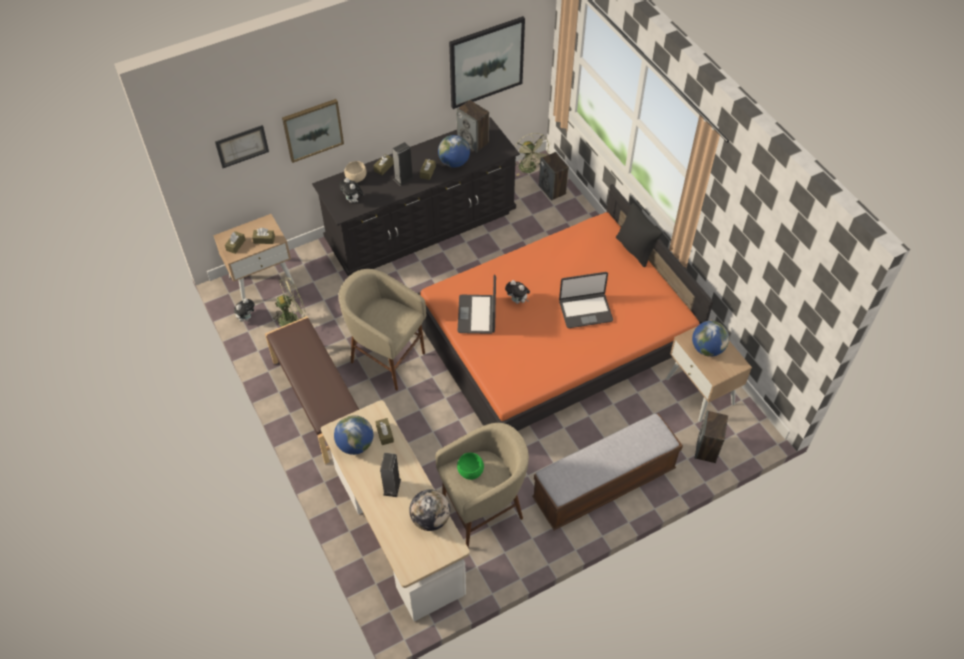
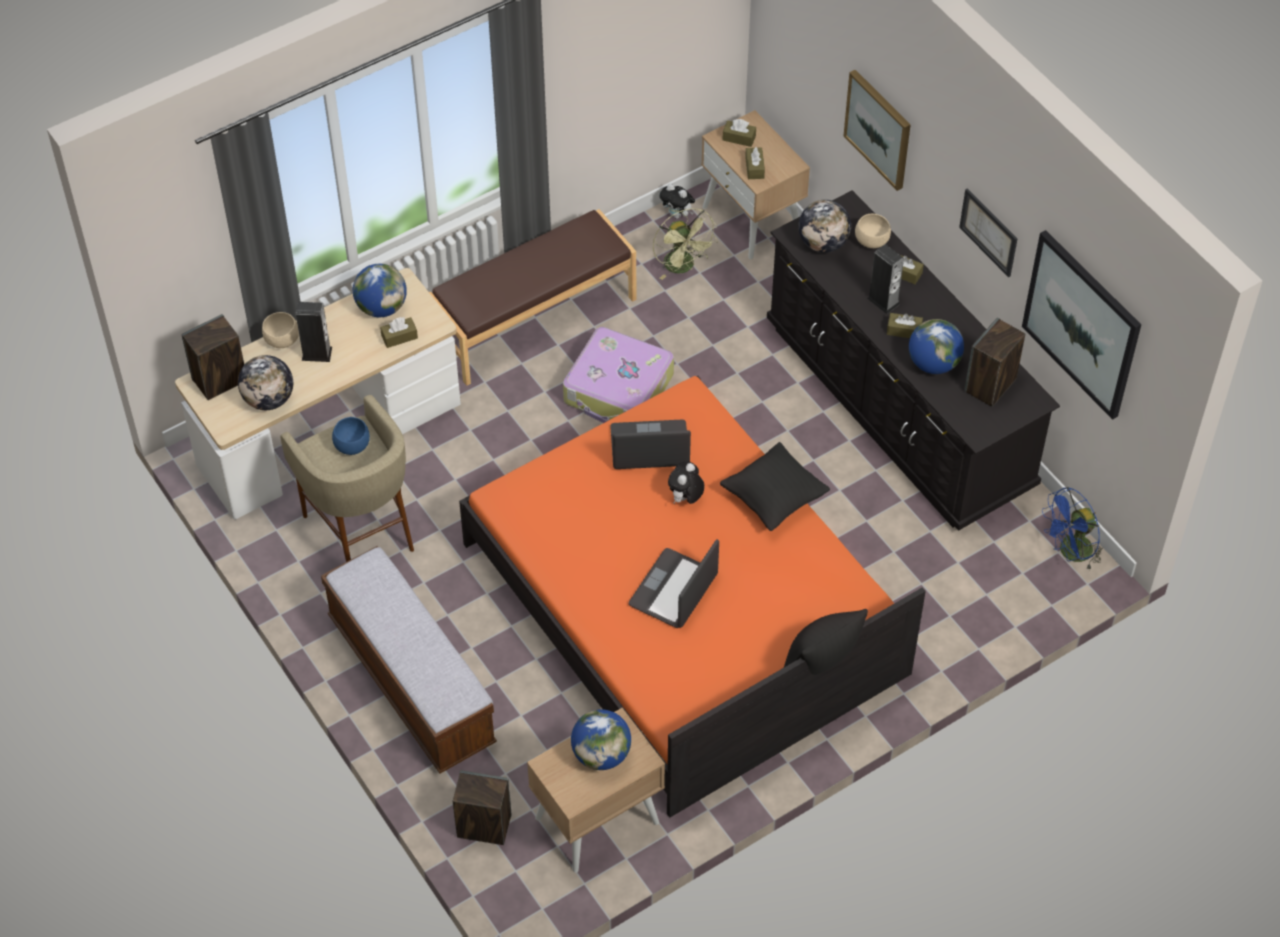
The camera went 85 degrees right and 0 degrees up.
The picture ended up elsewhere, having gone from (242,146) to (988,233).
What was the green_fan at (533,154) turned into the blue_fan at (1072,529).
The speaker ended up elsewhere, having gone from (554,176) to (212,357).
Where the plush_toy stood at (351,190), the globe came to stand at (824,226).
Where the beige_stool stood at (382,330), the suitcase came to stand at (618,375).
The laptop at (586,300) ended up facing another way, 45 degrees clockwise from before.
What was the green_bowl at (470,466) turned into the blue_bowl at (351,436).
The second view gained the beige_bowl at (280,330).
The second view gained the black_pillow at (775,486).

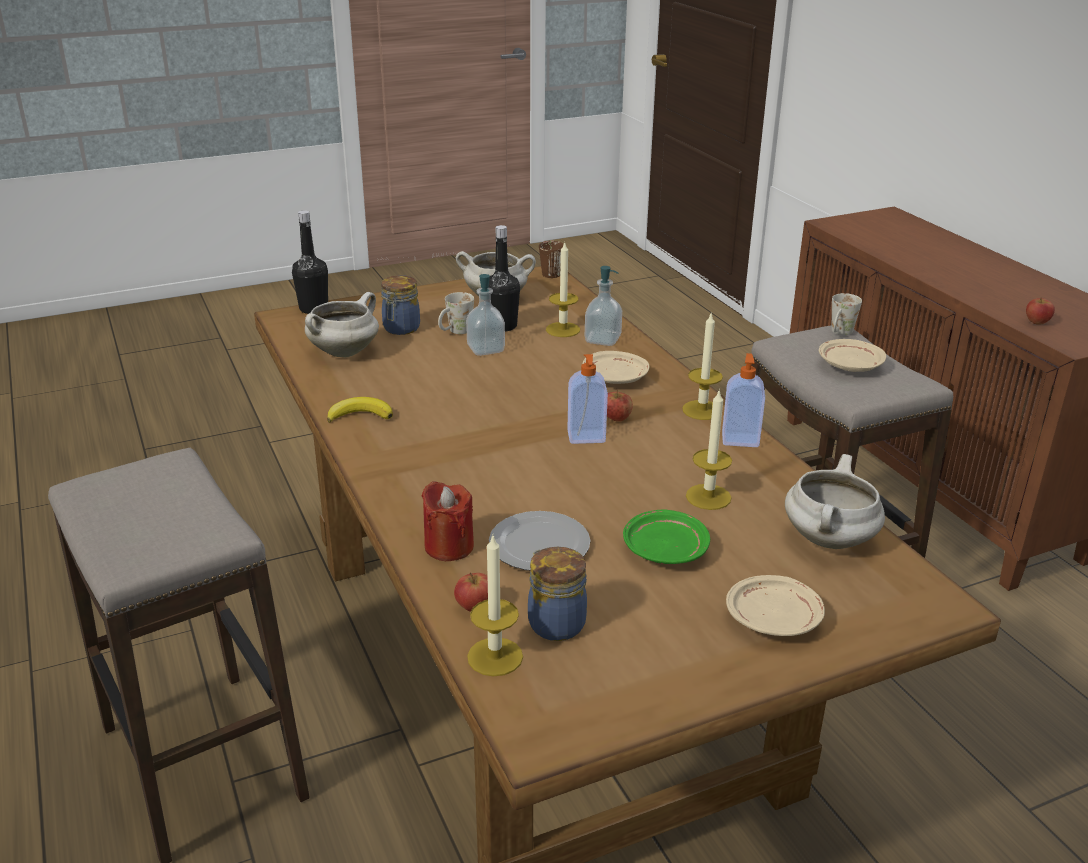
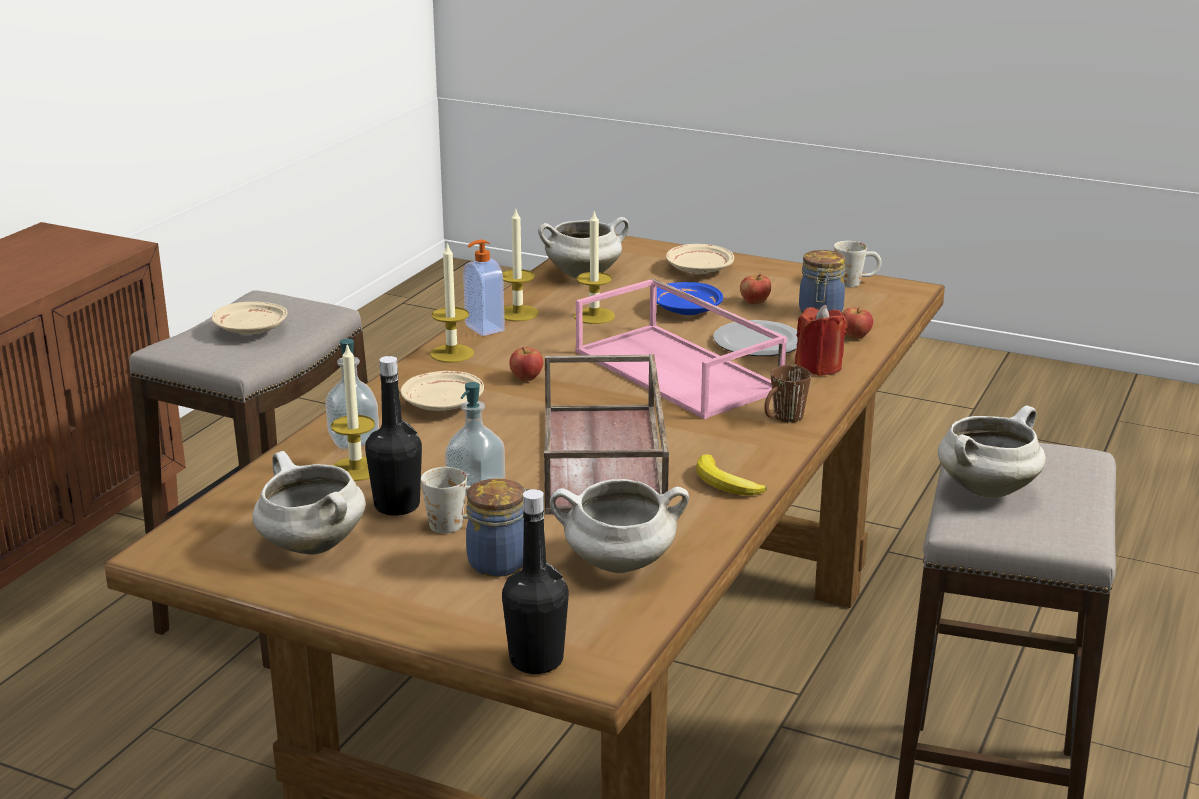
The camera went 130 degrees left and 5 degrees down.
The brown_mug ended up elsewhere, having gone from (551,259) to (787,393).
The white_mug ended up elsewhere, having gone from (847,314) to (858,264).
The apple ended up elsewhere, having gone from (1040,311) to (755,288).
The second view lost the soap_dispenser at (587,399).
What was the green_plate at (666,537) turned into the blue_plate at (690,298).
The candle ended up elsewhere, having gone from (495,606) to (520,264).
The second view gained the pink_tray at (681,349).
The second view gained the brown_tray at (606,434).
The second view gained the white_cooking_pot at (992,451).

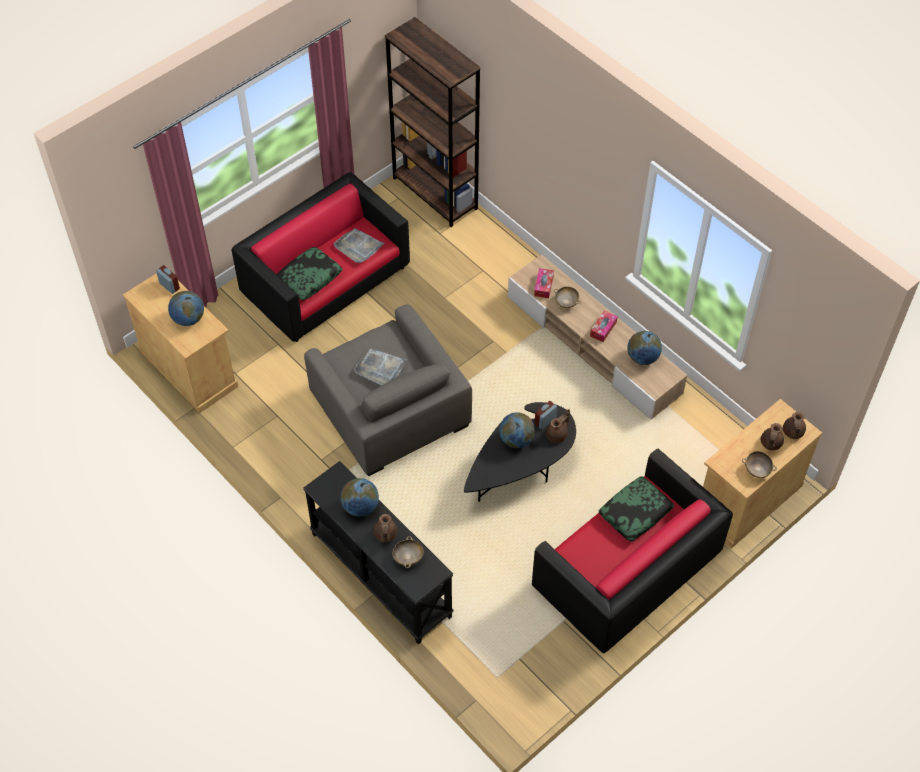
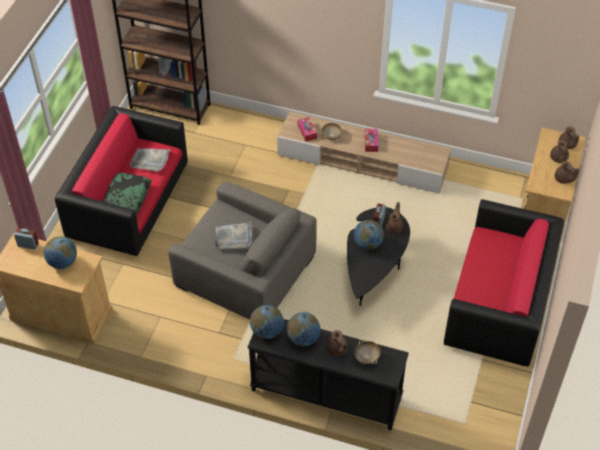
The camera went 30 degrees left and 5 degrees down.
The globe ended up elsewhere, having gone from (644,348) to (267,322).
Where the beige_bowl stood at (759,464), the brown_teapot came to stand at (567,172).
The second view lost the pillow at (636,509).

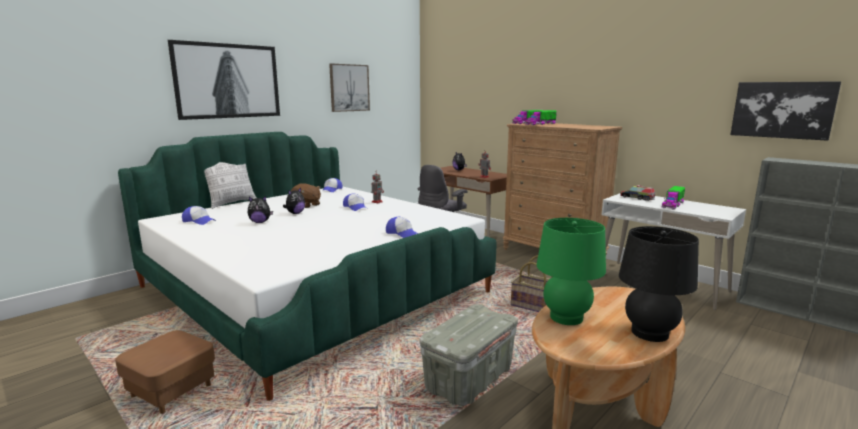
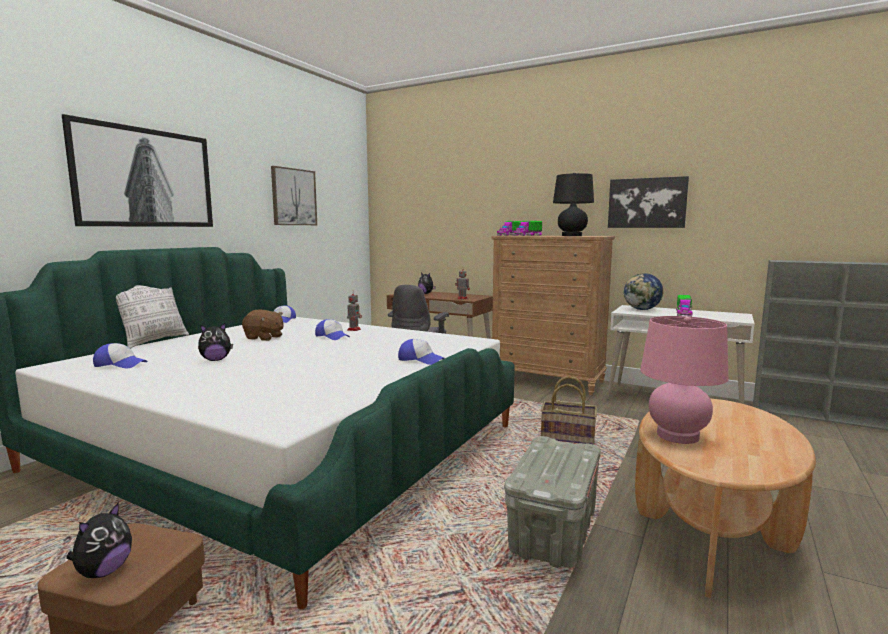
The camera went 15 degrees left and 5 degrees down.
The picture ended up elsewhere, having gone from (786,111) to (648,202).
Where the toy_truck stood at (637,193), the globe came to stand at (643,291).
The plush_toy ended up elsewhere, having gone from (294,201) to (99,540).
What was the green_table_lamp at (571,271) turned into the pink_table_lamp at (684,380).
The black_table_lamp ended up elsewhere, having gone from (659,284) to (573,204).

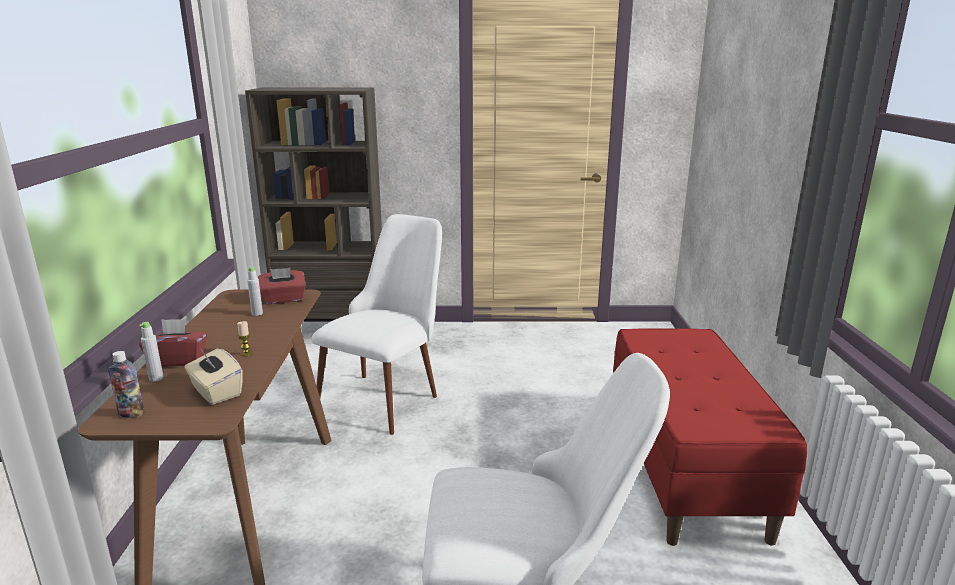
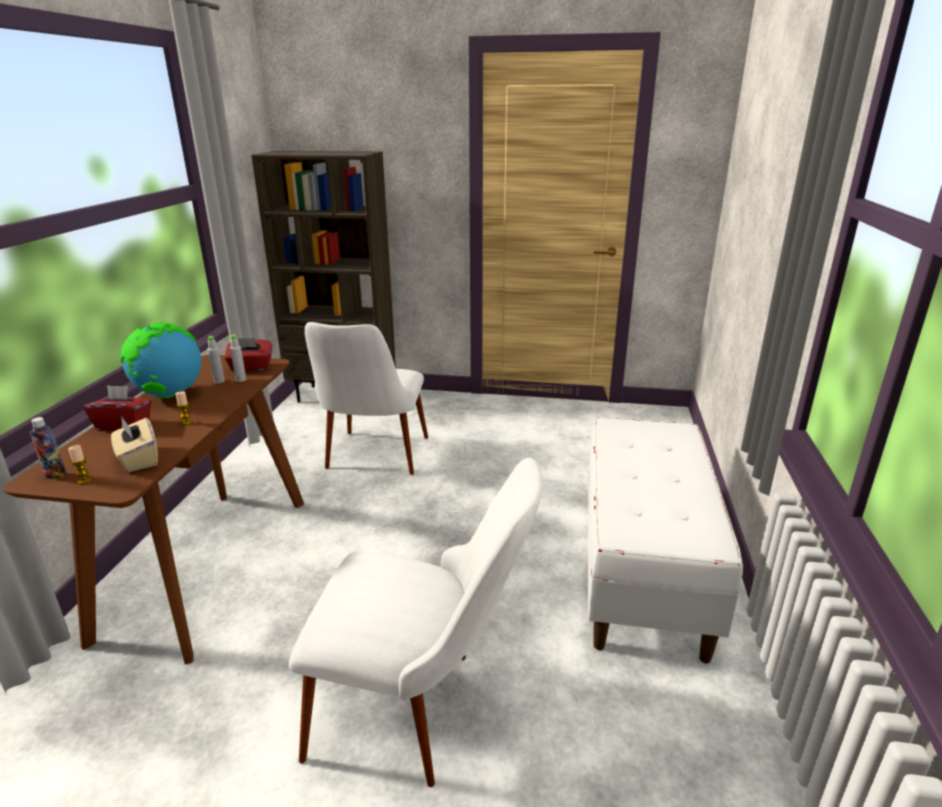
The camera went 10 degrees right and 5 degrees up.
The white_chair at (376,324) ended up facing another way, 150 degrees clockwise from before.
The grey_bottle ended up elsewhere, having gone from (151,352) to (237,358).
What was the red_bench at (710,437) turned into the white_bench at (665,540).
The second view gained the globe at (161,360).
The second view gained the candle at (80,464).

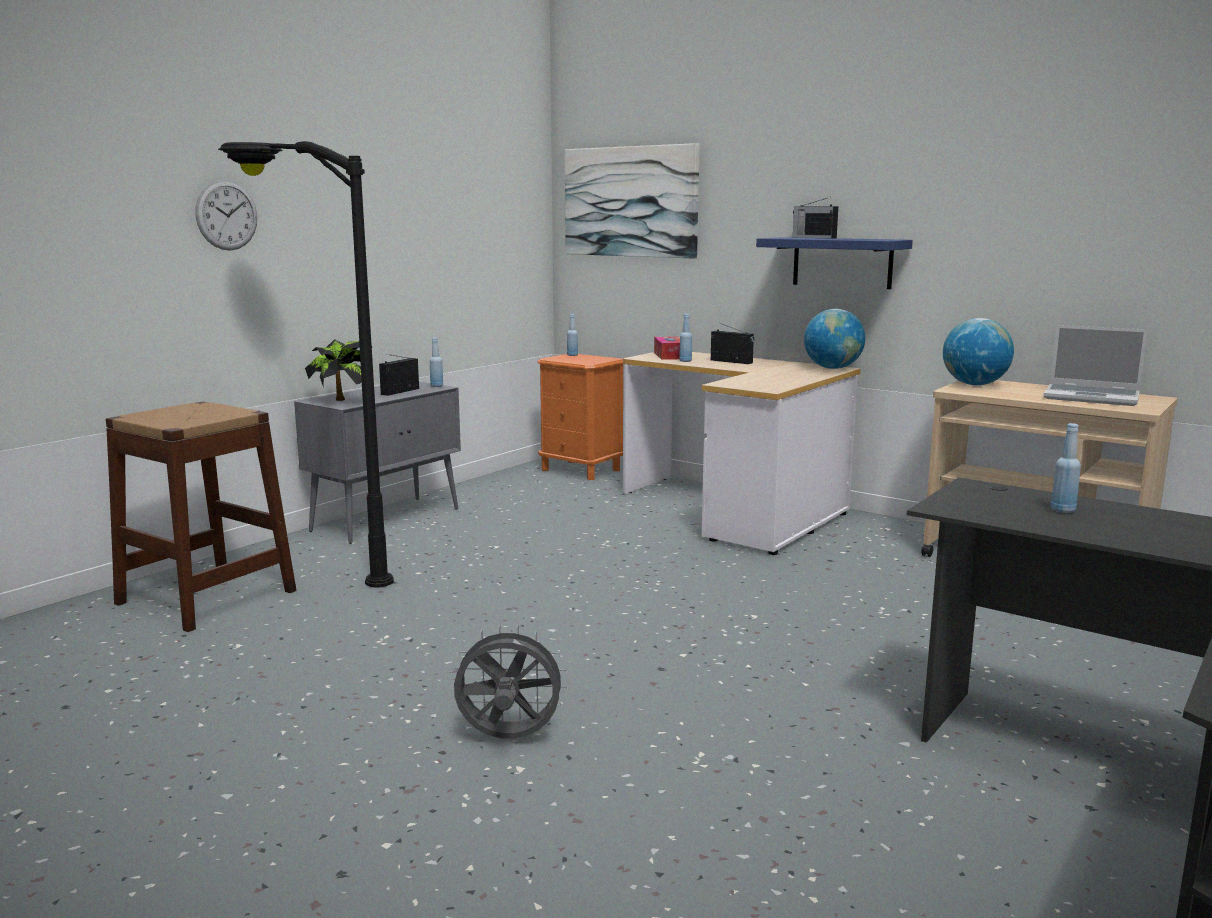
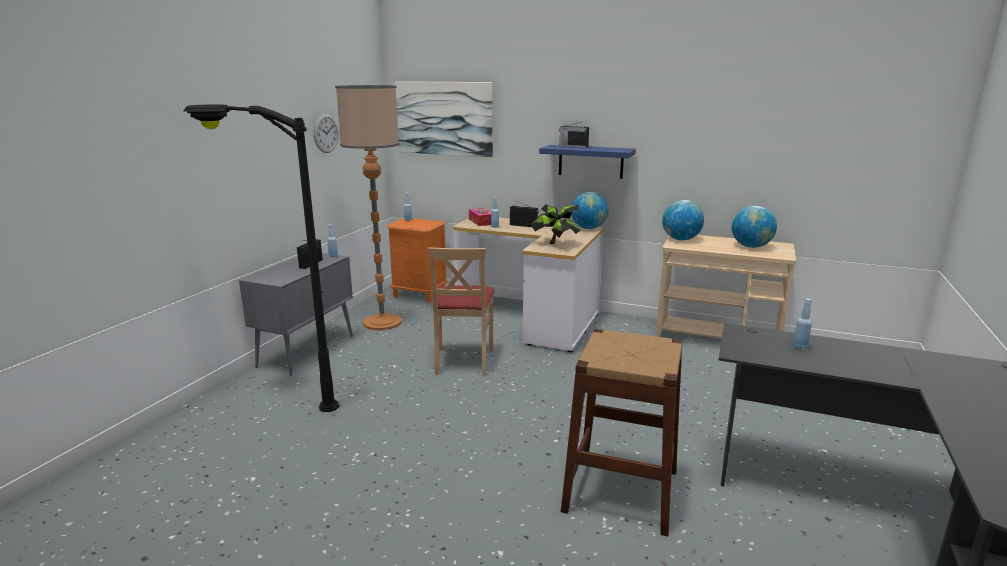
The camera went 15 degrees left and 5 degrees up.
The wall_clock ended up elsewhere, having gone from (226,215) to (326,133).
Where the laptop stood at (1096,365), the globe came to stand at (754,227).
The potted_plant ended up elsewhere, having gone from (339,370) to (556,224).
The brown_stool ended up elsewhere, having gone from (201,516) to (622,432).
The second view lost the grey_fan at (509,682).
The second view gained the floor_lamp at (368,207).
The second view gained the beige_chair at (461,311).

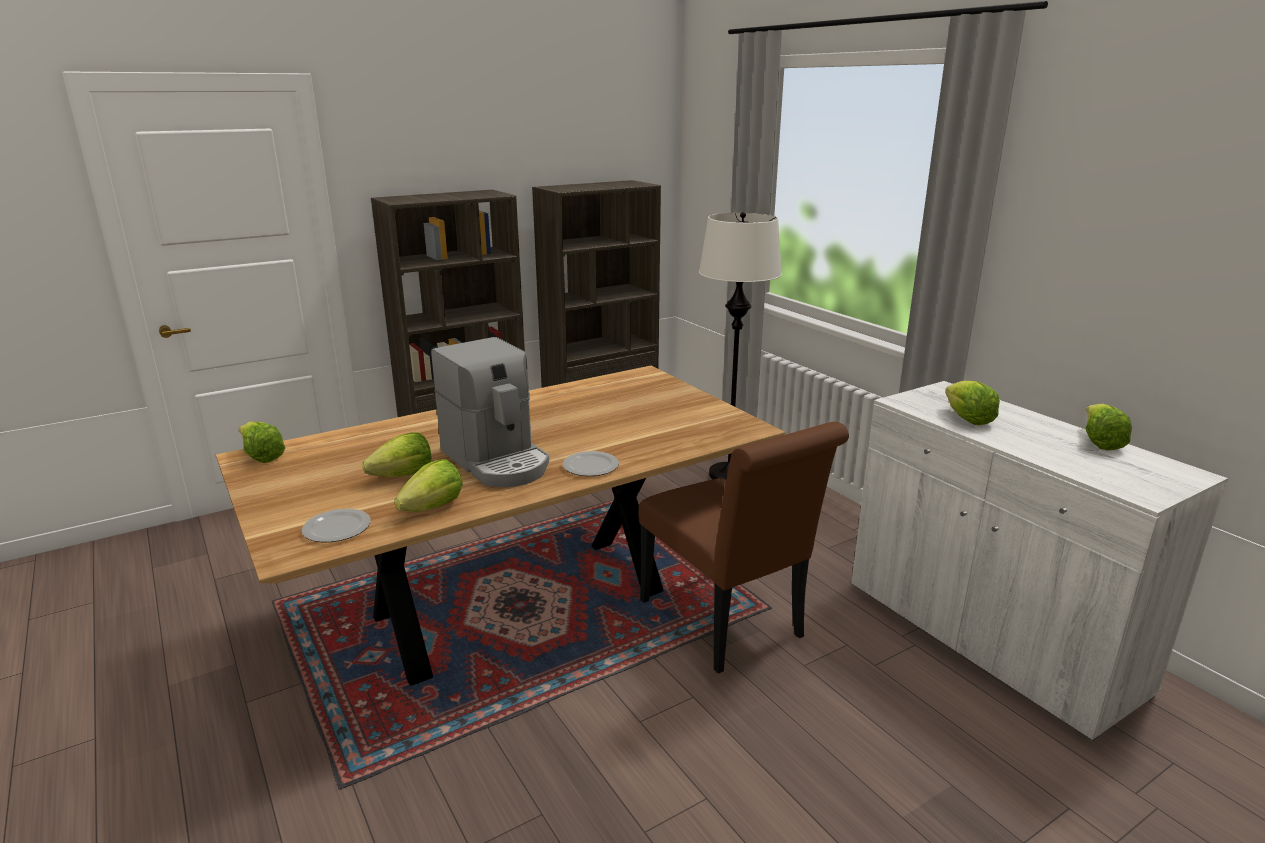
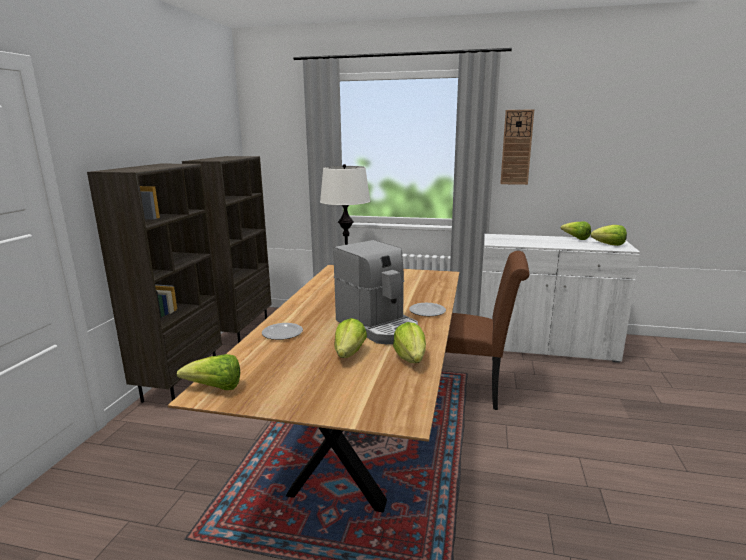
The camera went 45 degrees left and 5 degrees down.
The coffee_machine at (490,412) ended up facing another way, 45 degrees clockwise from before.
The lettuce ended up elsewhere, having gone from (972,403) to (609,235).
The plate ended up elsewhere, having gone from (336,525) to (282,331).
The second view gained the wall_clock at (517,147).

